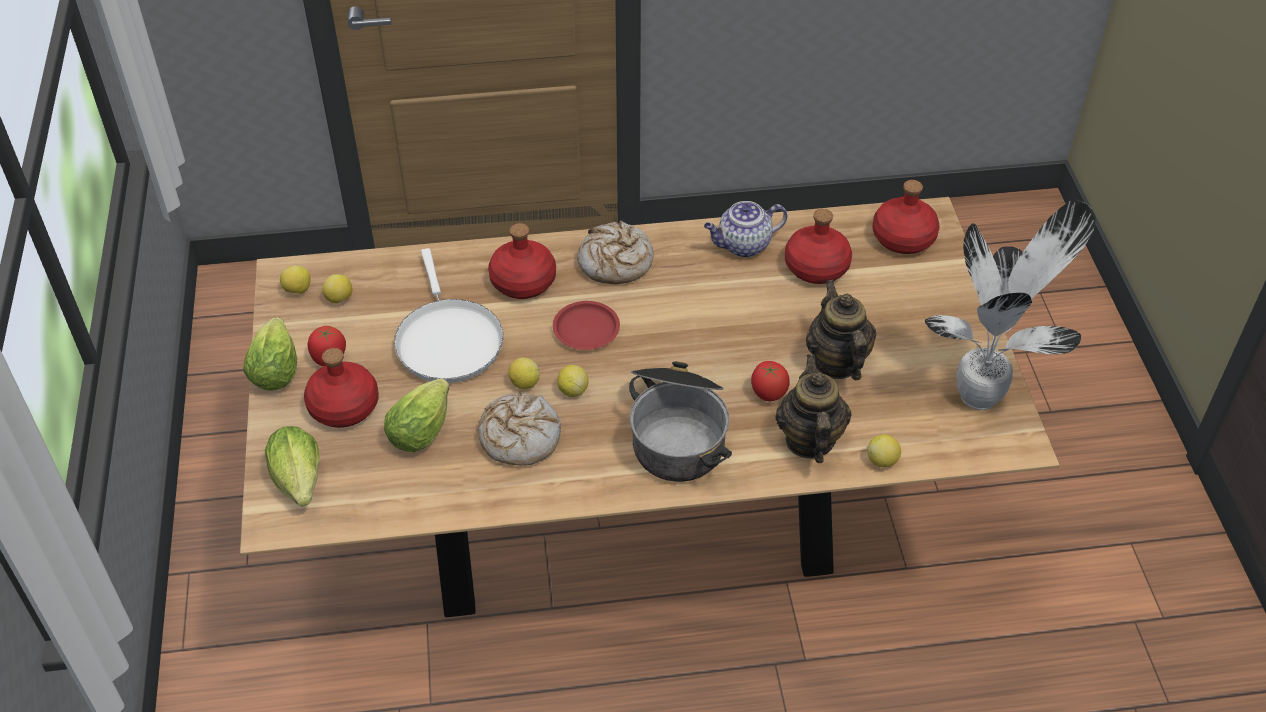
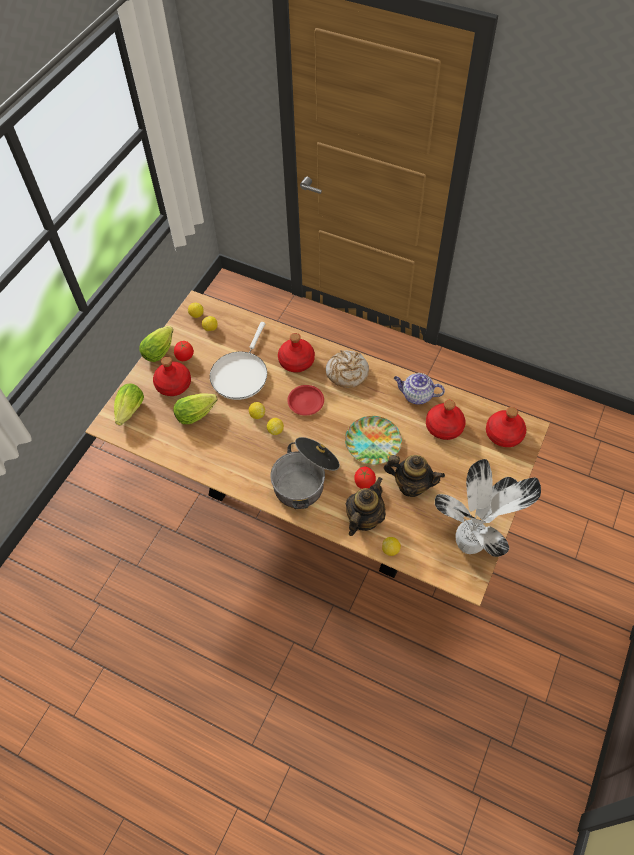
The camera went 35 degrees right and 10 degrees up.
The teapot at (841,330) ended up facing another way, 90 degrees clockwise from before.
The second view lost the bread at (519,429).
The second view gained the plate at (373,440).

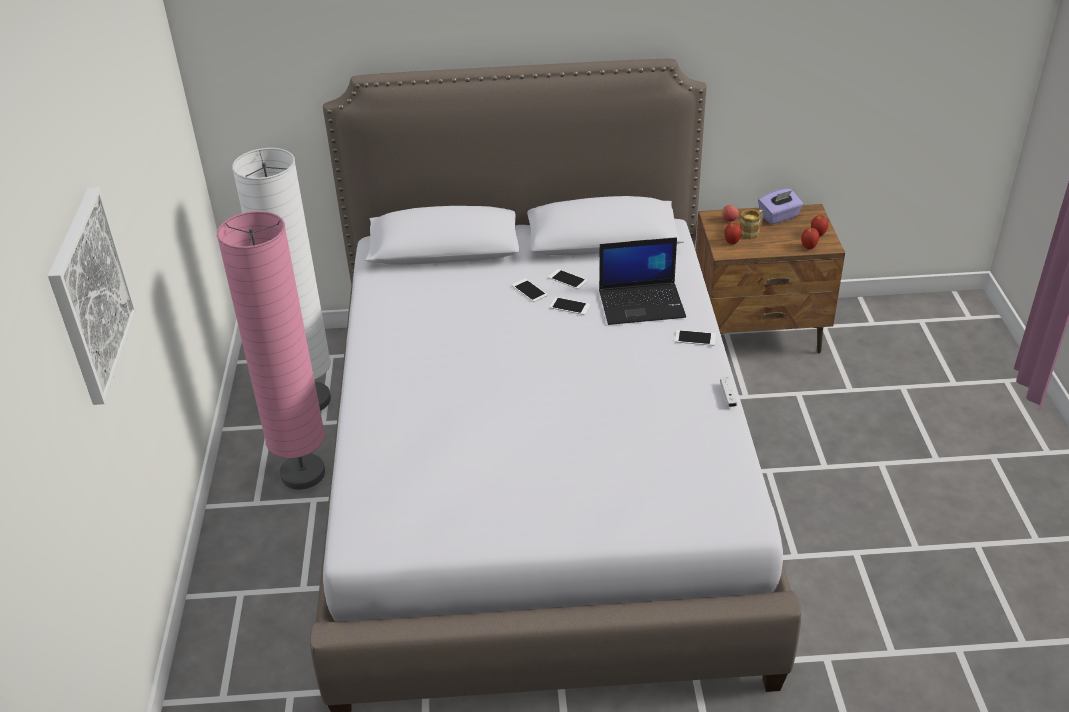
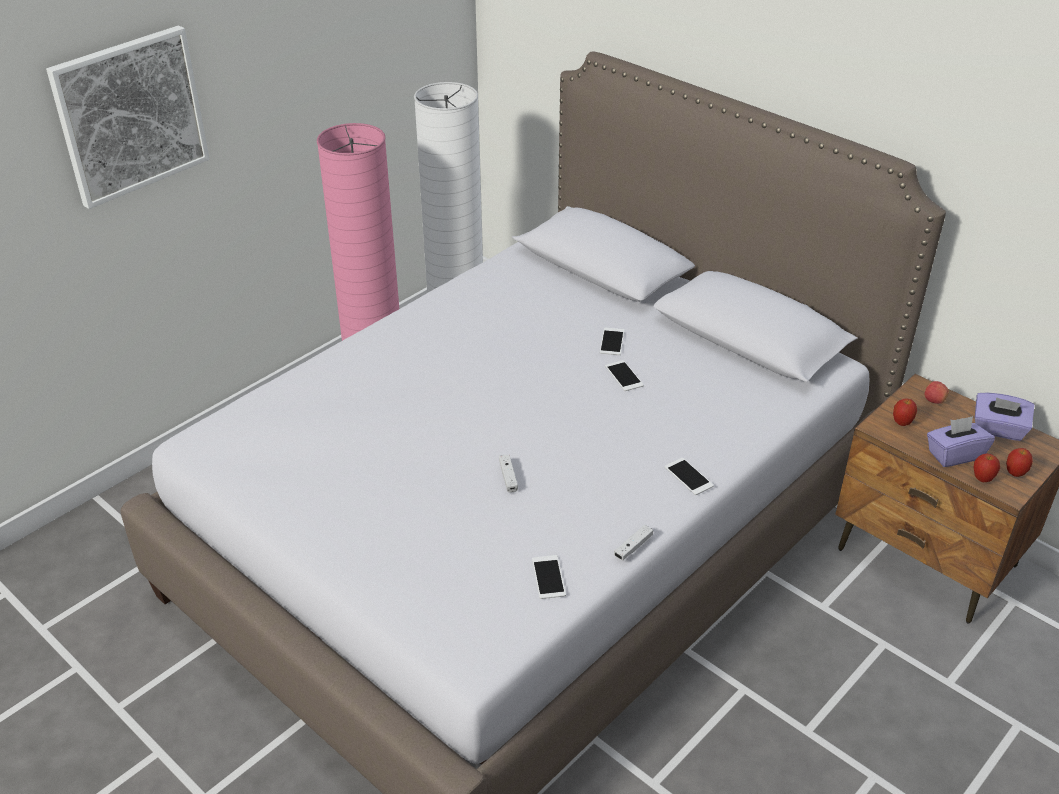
The camera went 45 degrees right and 0 degrees up.
The second view lost the mug at (752,224).
The second view lost the laptop at (642,281).
The phone ended up elsewhere, having gone from (568,279) to (549,577).
The second view gained the purple_tissue_box at (961,441).
The second view gained the white_game_controller at (508,474).

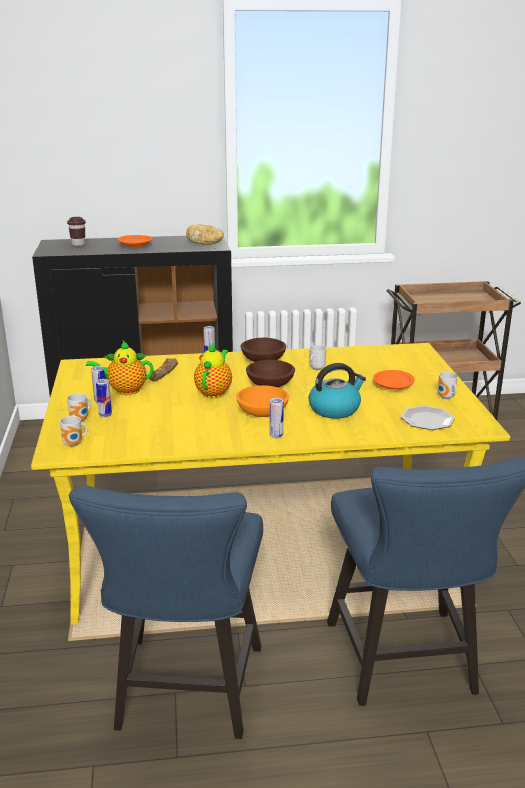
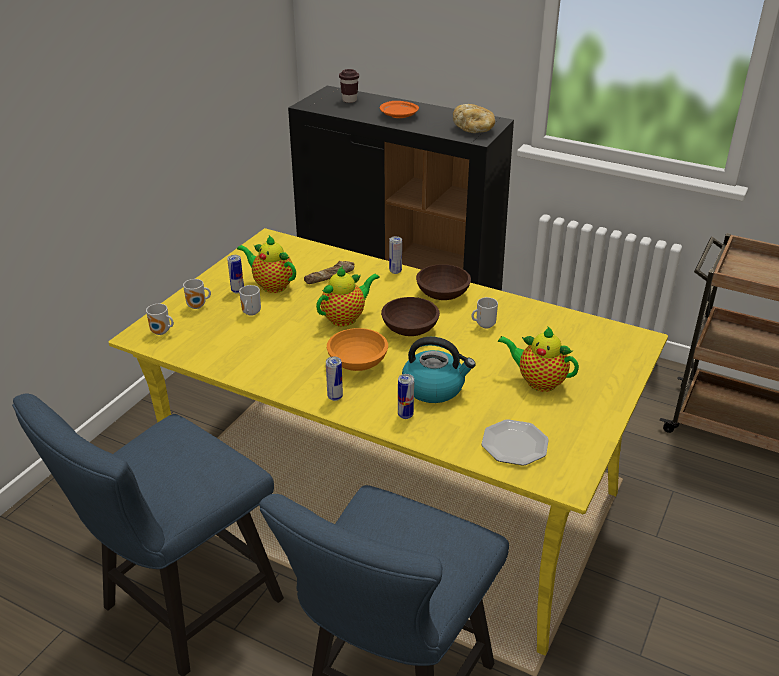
The camera went 35 degrees right and 10 degrees up.
Where the orange_plate stood at (394,379), the teapot came to stand at (538,359).
The mug ended up elsewhere, having gone from (448,385) to (250,300).
The can ended up elsewhere, having gone from (104,398) to (406,396).

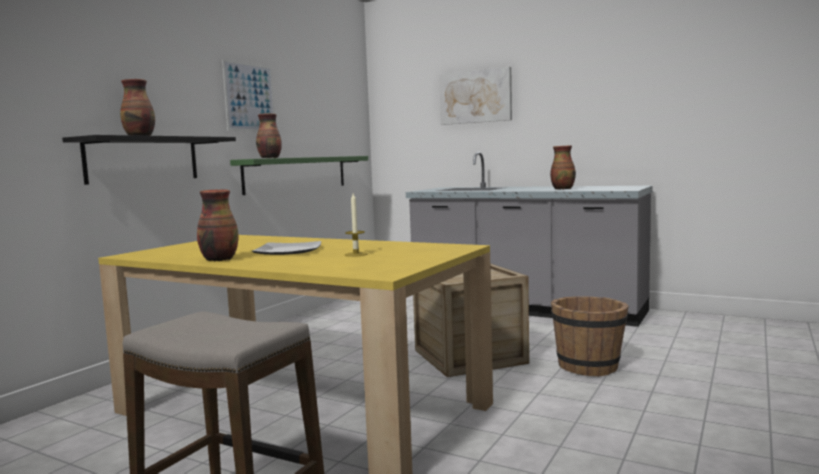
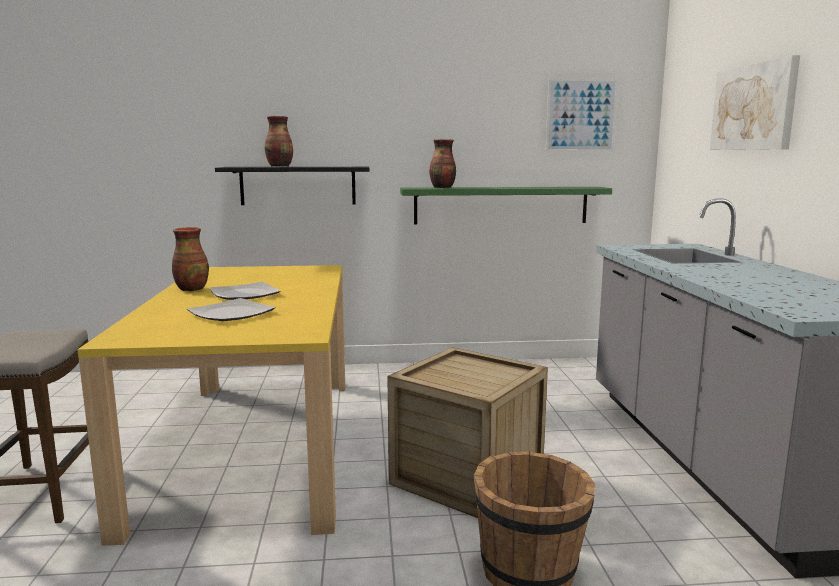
The camera went 55 degrees right and 5 degrees up.
The picture ended up elsewhere, having gone from (248,95) to (582,115).
The second view lost the vase at (563,167).
Where the candle stood at (356,225), the plate came to stand at (231,309).

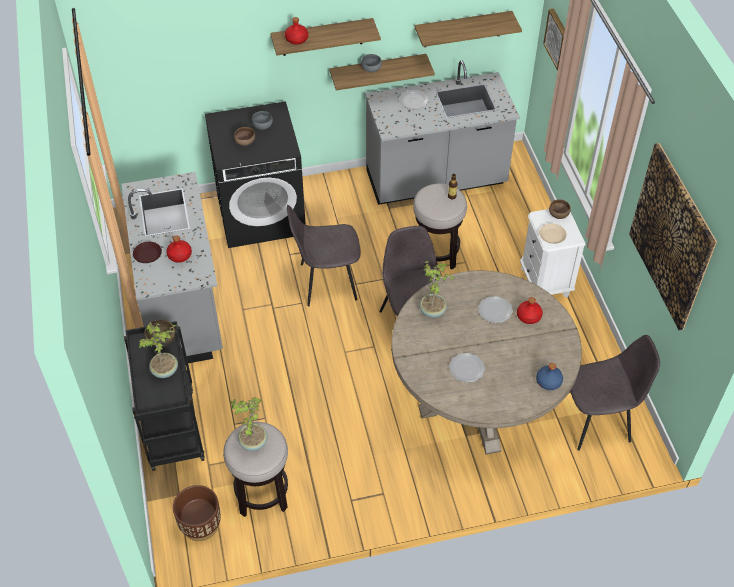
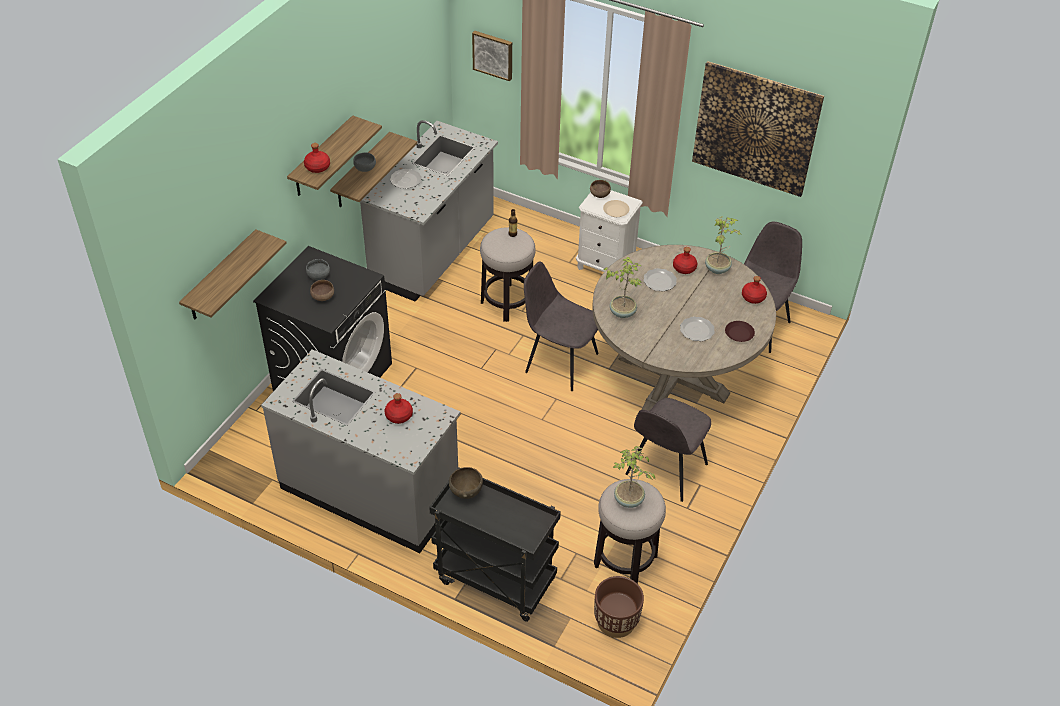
The camera went 50 degrees left and 5 degrees down.
The shelf ended up elsewhere, having gone from (468,29) to (233,274).
The grey_chair ended up elsewhere, having gone from (324,255) to (668,450).
The brown_plate ended up elsewhere, having gone from (147,252) to (740,331).
The potted_plant ended up elsewhere, having gone from (158,350) to (723,245).
What was the blue_bottle at (549,376) turned into the red_bottle at (754,290).

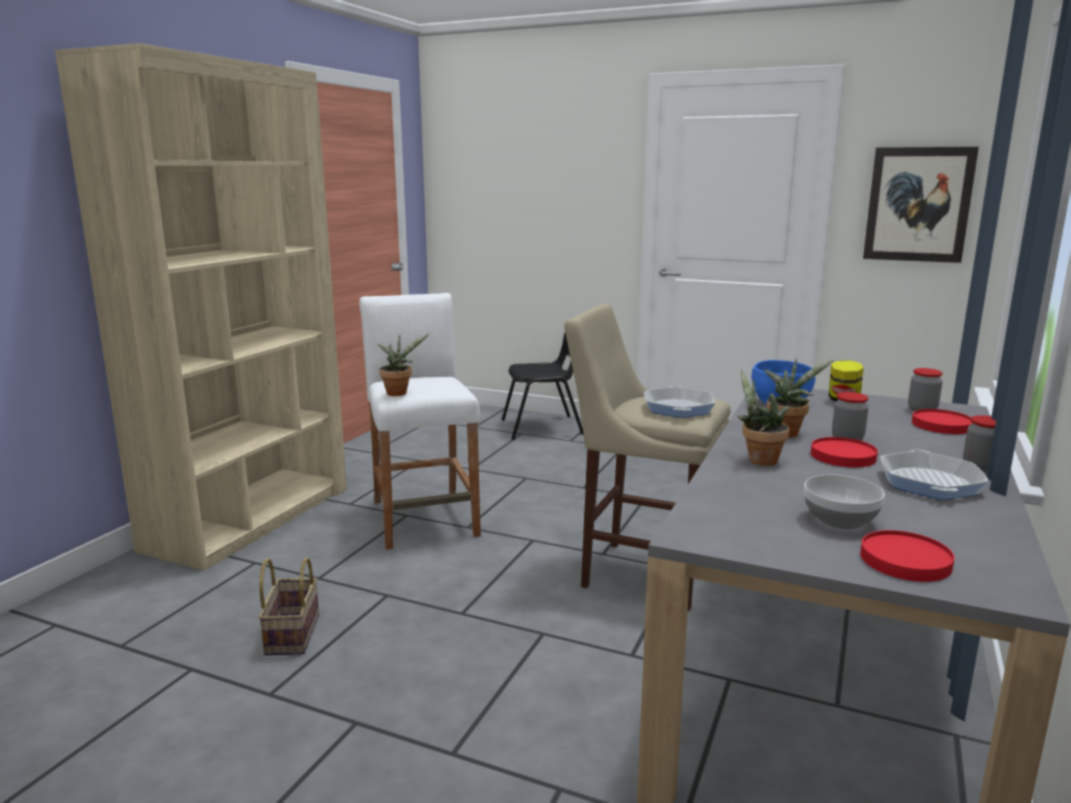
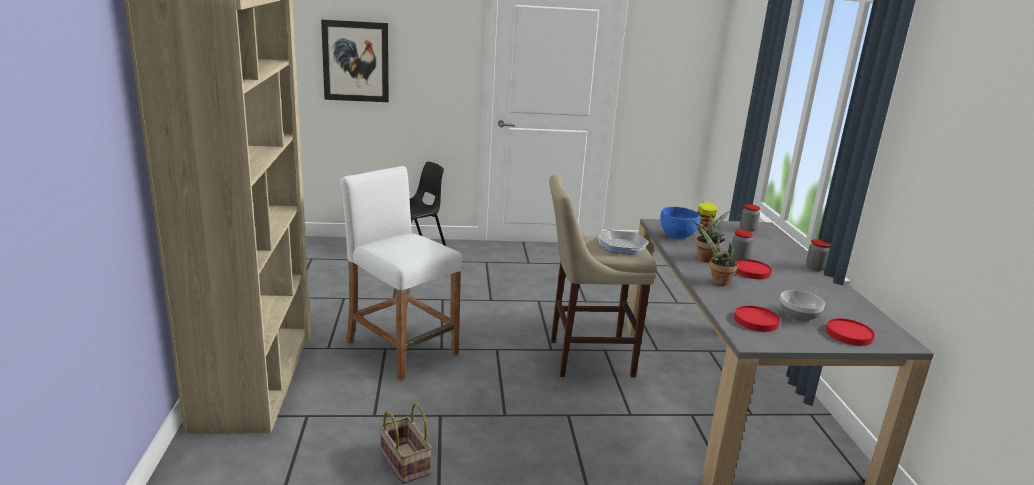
The camera went 30 degrees left and 5 degrees up.
The picture ended up elsewhere, having gone from (921,205) to (355,61).
The second view lost the potted_plant at (403,364).
The red_plate ended up elsewhere, having gone from (942,421) to (757,319).
The second view lost the frying_pan at (934,474).

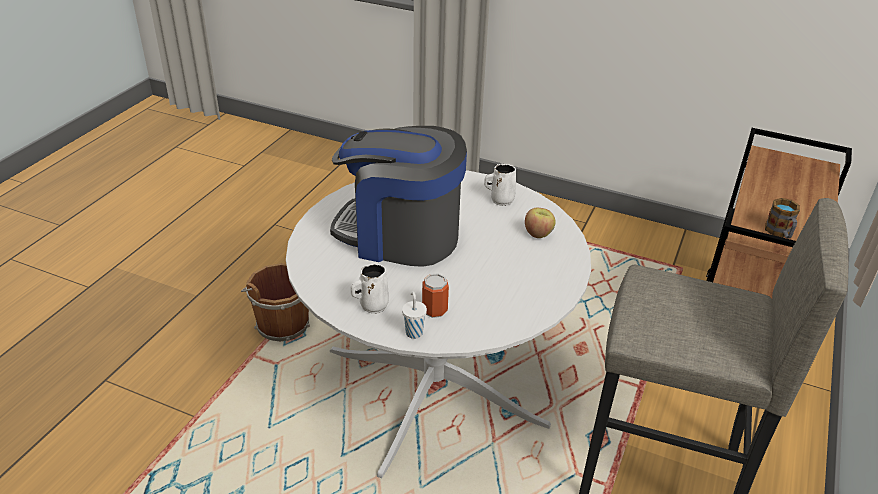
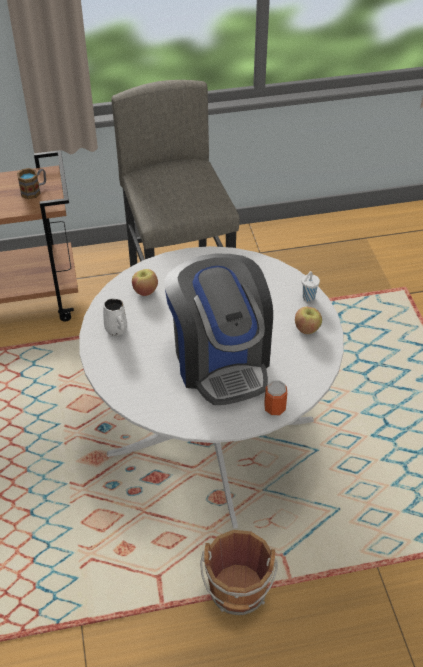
The camera went 125 degrees left and 10 degrees up.
Where the white_mug stood at (370,289), the apple came to stand at (308,320).
The can ended up elsewhere, having gone from (435,295) to (275,398).

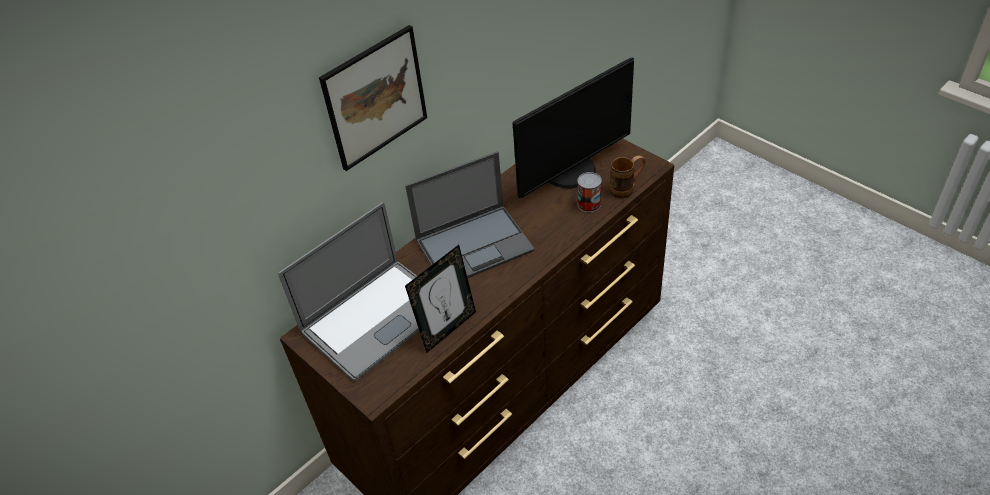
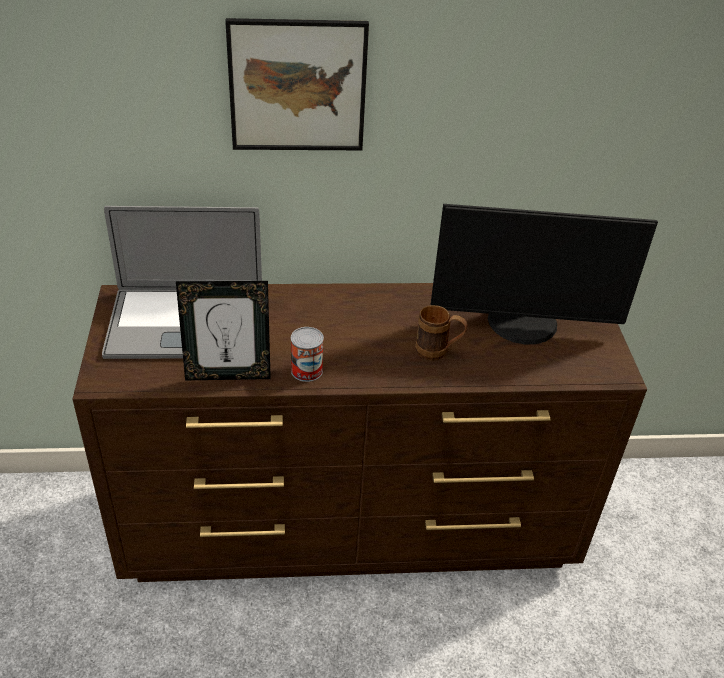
The camera went 35 degrees right and 5 degrees down.
The second view lost the laptop at (470,214).
The brown_mug ended up elsewhere, having gone from (628,176) to (442,333).
The can ended up elsewhere, having gone from (589,192) to (307,354).

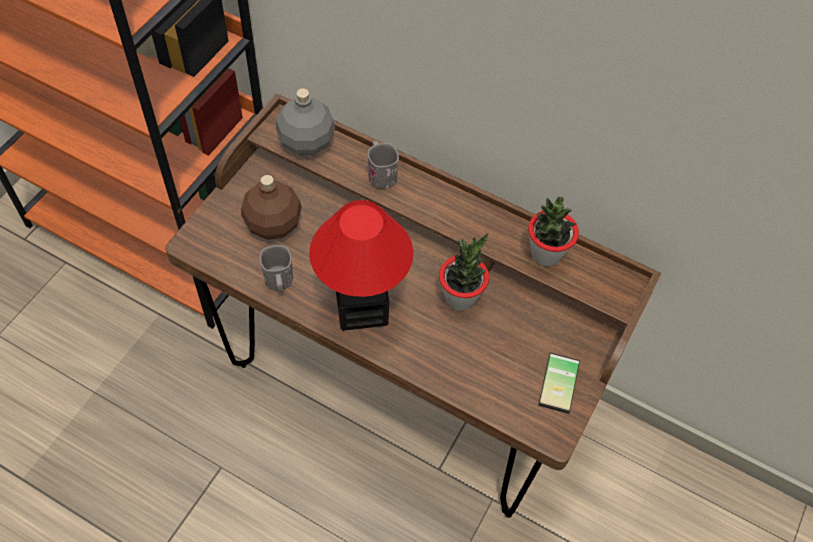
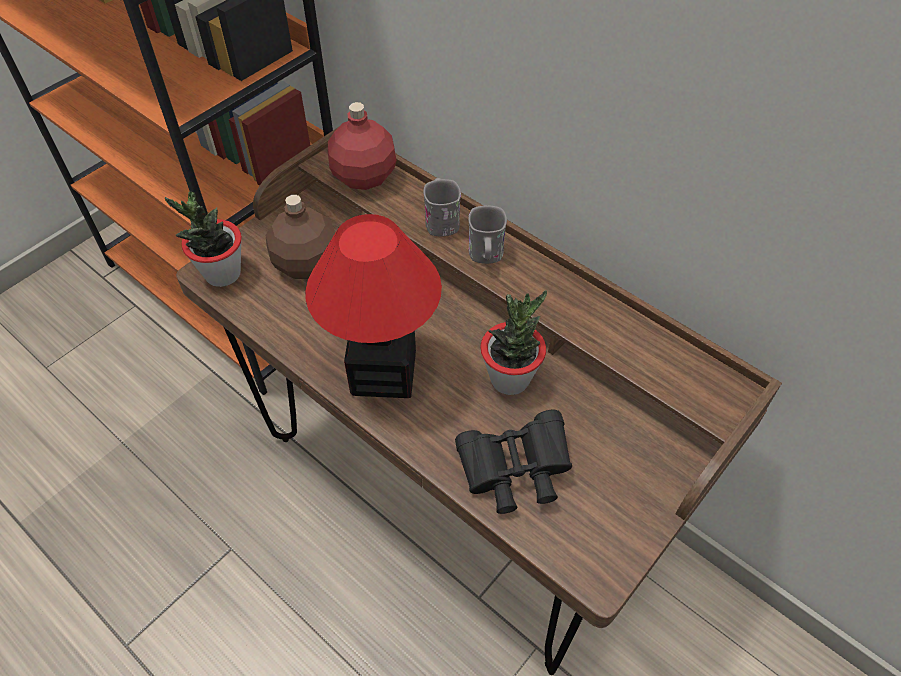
The camera went 15 degrees right and 5 degrees down.
What was the grey_bottle at (305,122) turned into the red_bottle at (362,146).
The potted_plant ended up elsewhere, having gone from (553,231) to (203,239).
The grey_mug ended up elsewhere, having gone from (276,268) to (487,234).
The second view lost the phone at (559,383).
The second view gained the black_binoculars at (513,462).

